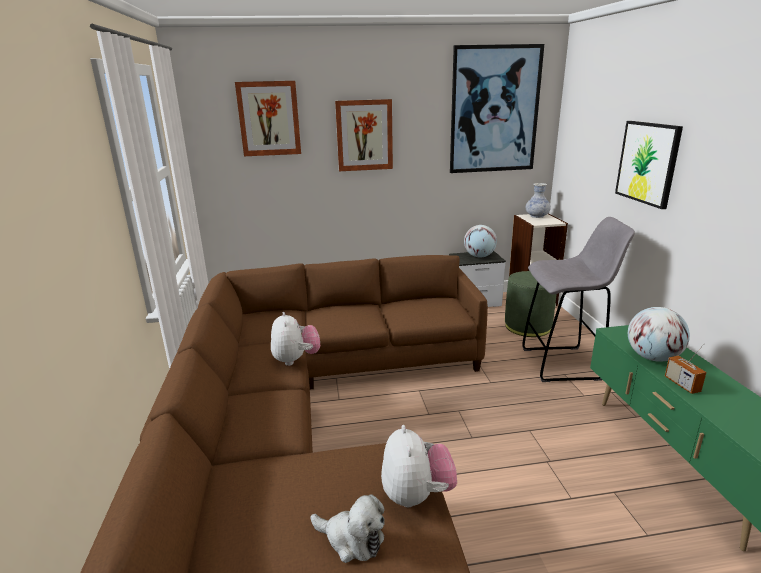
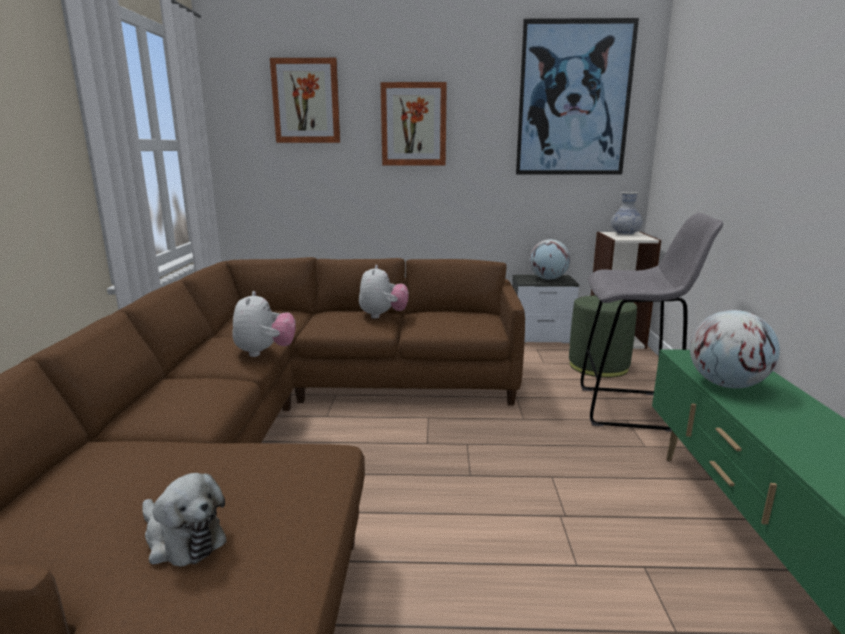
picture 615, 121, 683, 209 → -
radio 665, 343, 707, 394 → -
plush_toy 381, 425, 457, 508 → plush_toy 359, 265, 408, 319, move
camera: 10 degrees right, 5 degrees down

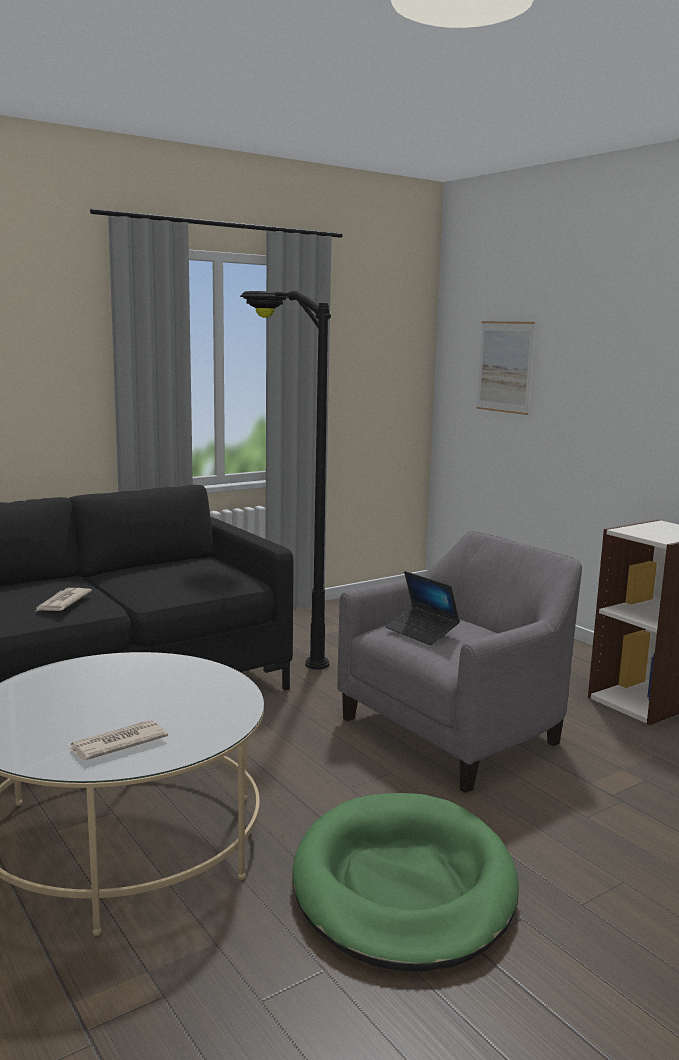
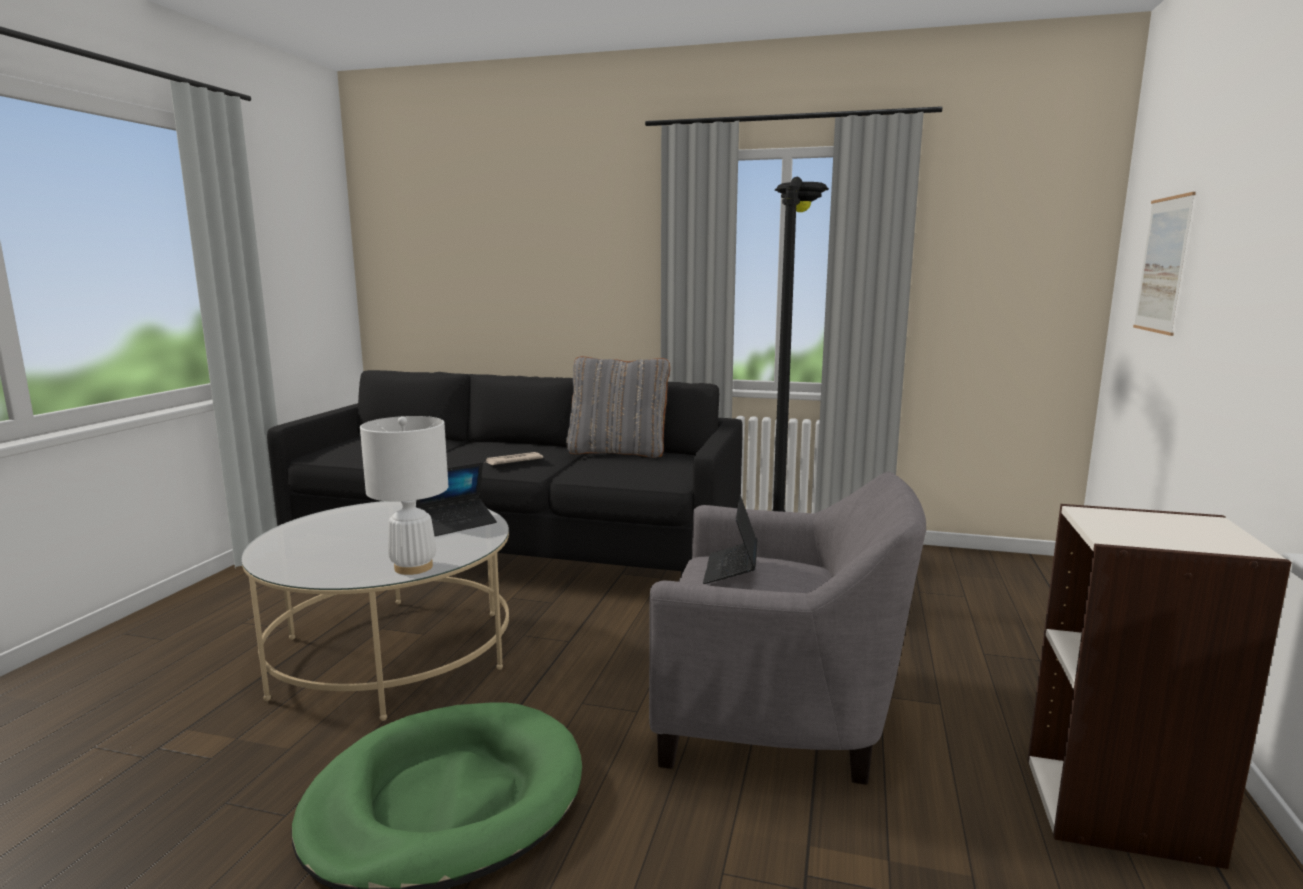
newspaper 69, 720, 168, 760 → -
- → grey_pillow 567, 356, 670, 458
- → white_table_lamp 360, 416, 448, 575
- → laptop 416, 462, 497, 536
camera: 50 degrees right, 0 degrees up

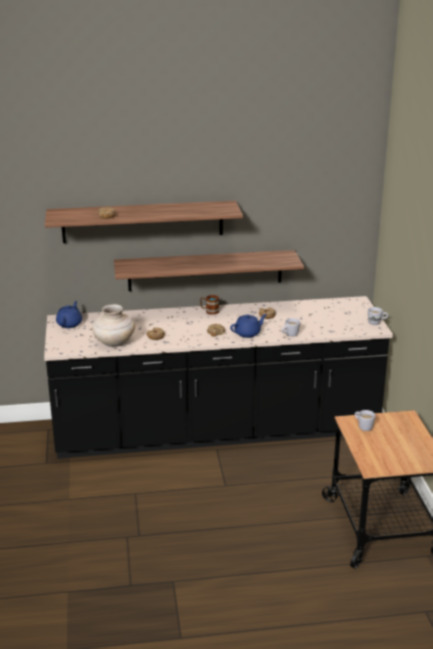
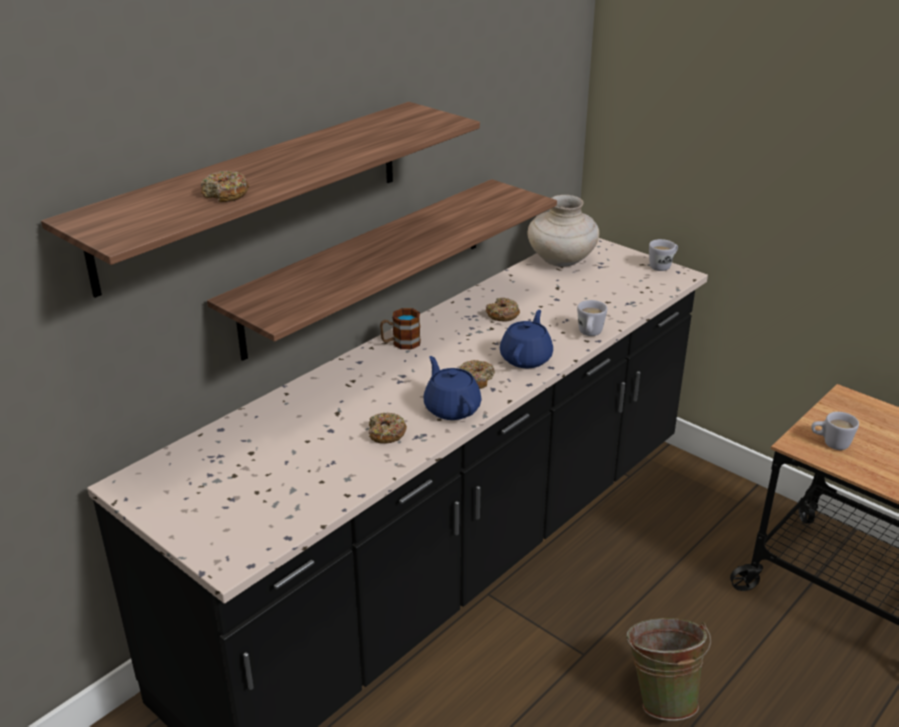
blue_teapot 56, 301, 82, 328 → blue_teapot 423, 356, 482, 420, move
beige_vase 92, 304, 135, 347 → beige_vase 527, 195, 599, 267, move
- → green_bucket 626, 618, 711, 721
camera: 40 degrees left, 5 degrees up

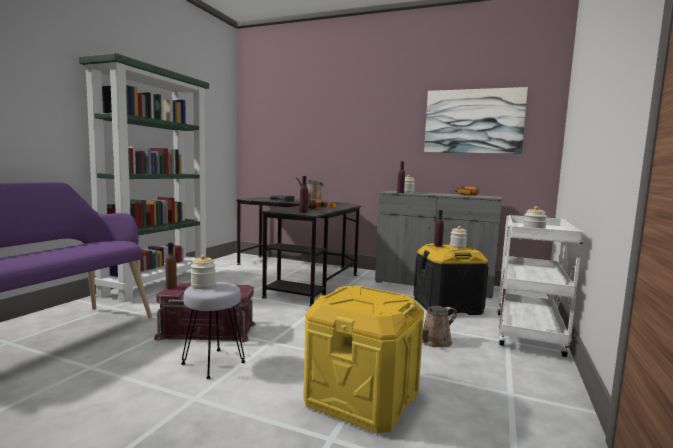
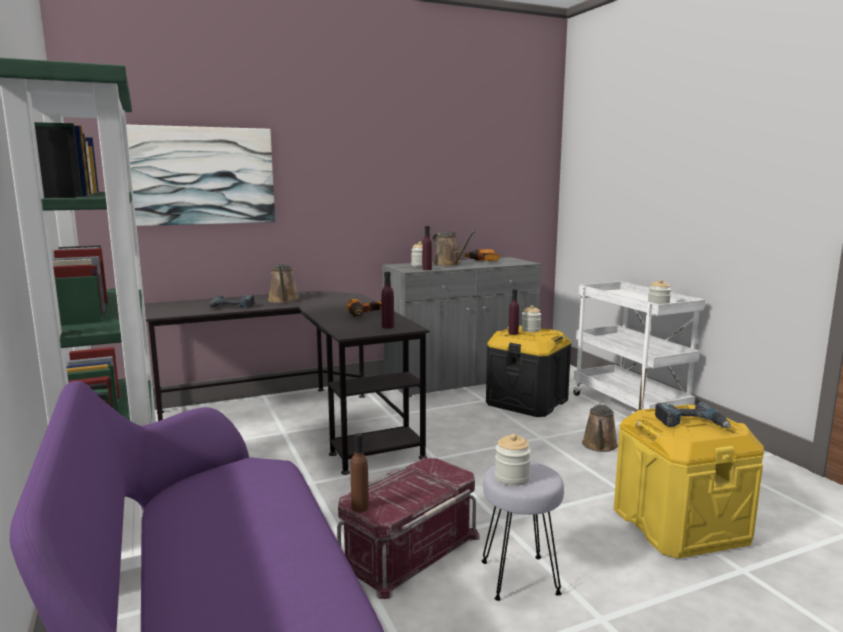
picture 424, 87, 528, 154 → picture 126, 125, 275, 226, move
- → brown_watering_can 432, 231, 476, 266
- → power_drill 655, 402, 731, 428
camera: 45 degrees left, 5 degrees up

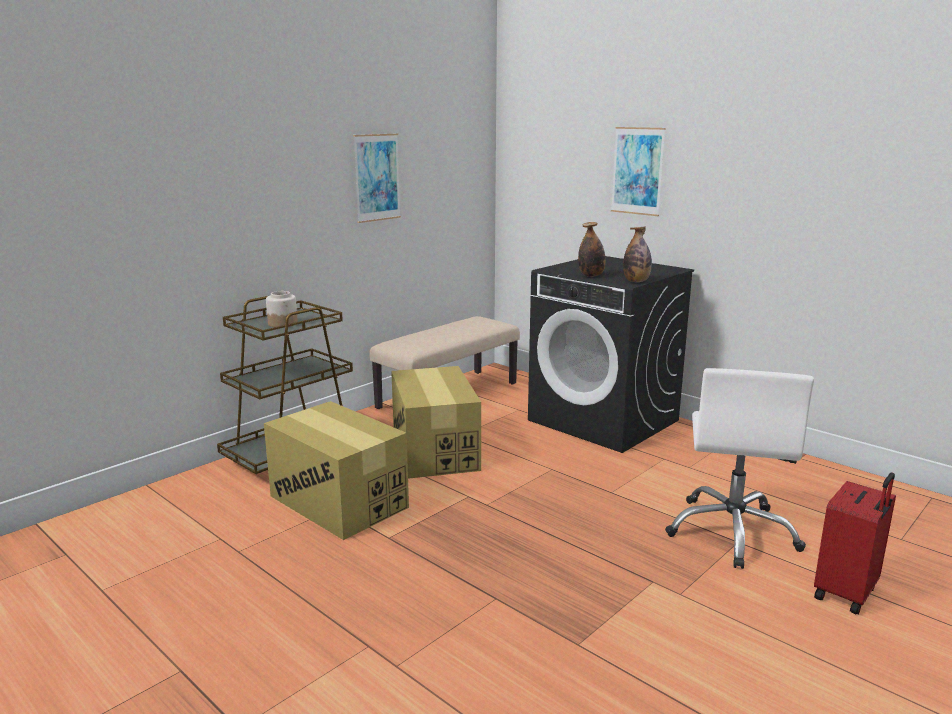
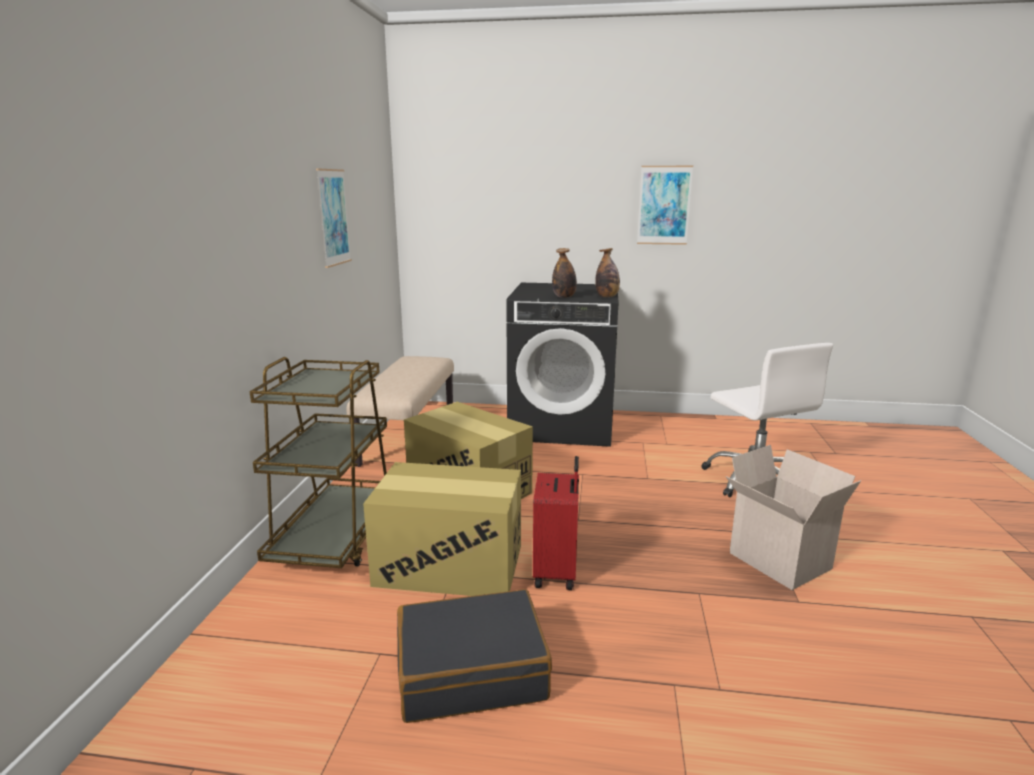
picture 611, 127, 666, 216 → picture 637, 166, 693, 245, move
jar 266, 291, 298, 327 → -
red_suitcase 814, 473, 896, 614 → red_suitcase 533, 456, 579, 590, move
- → cardboard_box 725, 445, 861, 590
- → black_suitcase 397, 589, 552, 723
camera: 35 degrees left, 0 degrees up

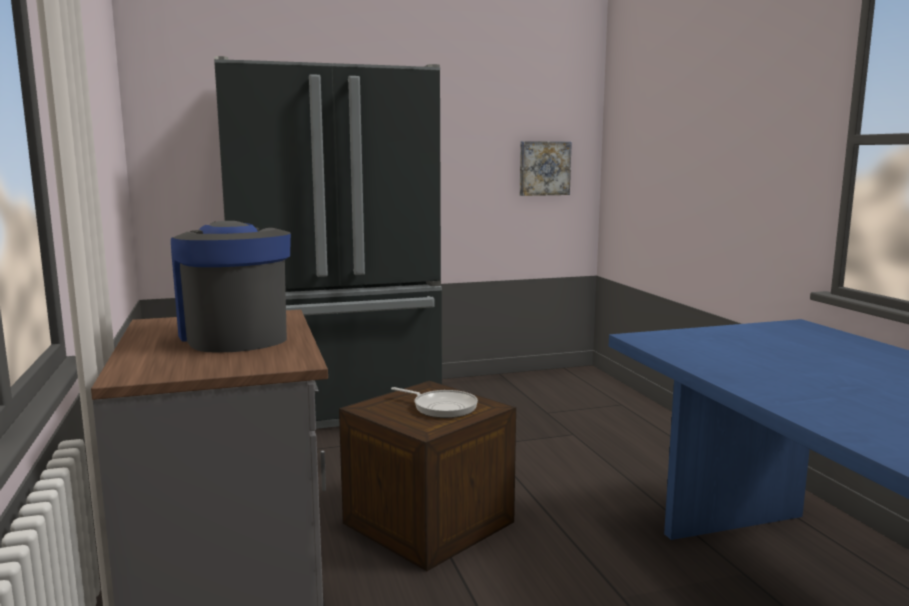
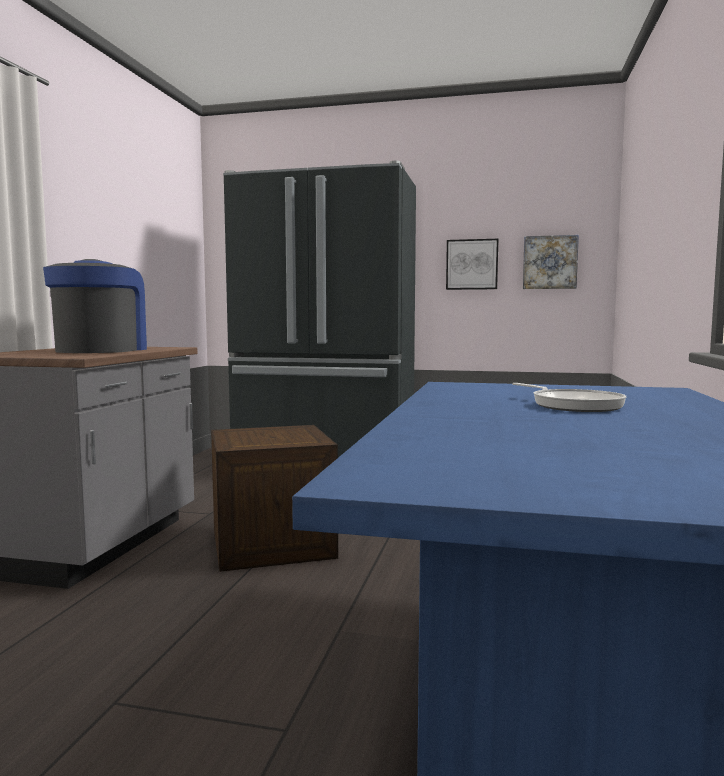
frying_pan 391, 387, 478, 418 → frying_pan 512, 383, 627, 412, move
- → picture 446, 239, 499, 290
camera: 30 degrees right, 5 degrees down

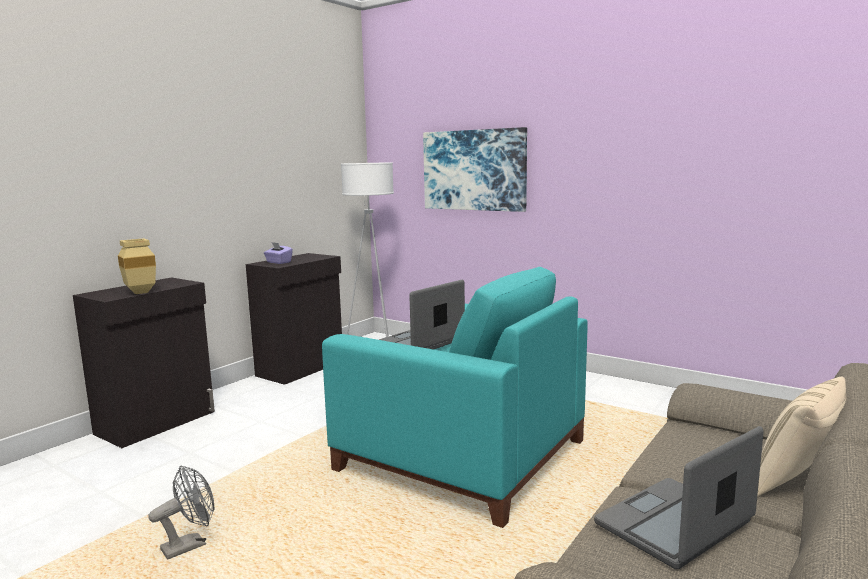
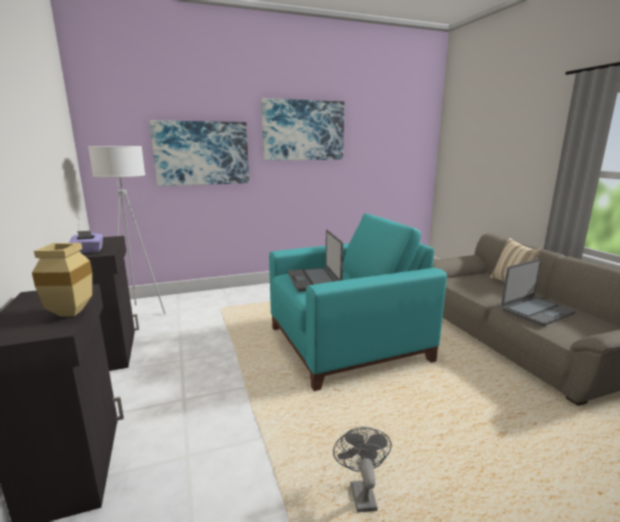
laptop 594, 426, 764, 570 → laptop 501, 259, 576, 326, 120 degrees counterclockwise
- → picture 261, 98, 345, 160
camera: 55 degrees left, 5 degrees up

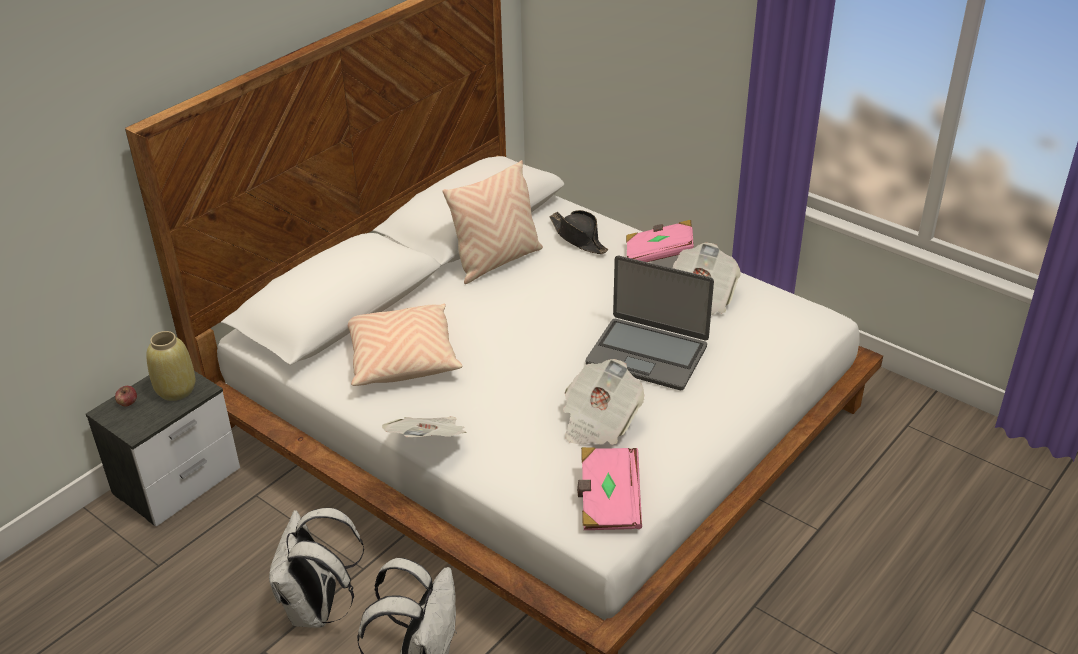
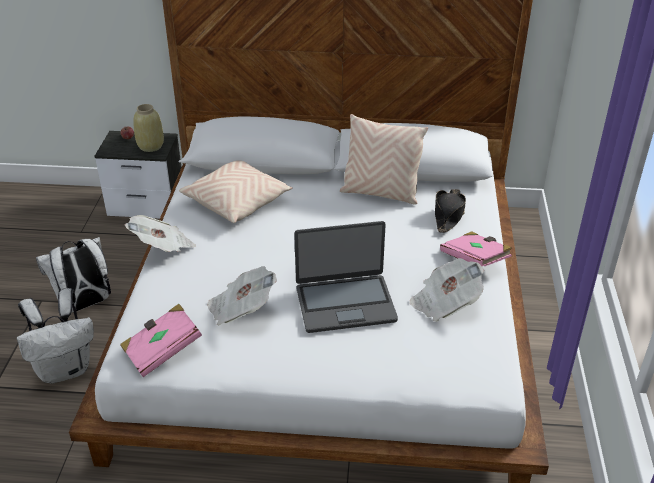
laptop 586, 255, 714, 390 → laptop 294, 221, 398, 333, 90 degrees counterclockwise
camera: 55 degrees right, 0 degrees up

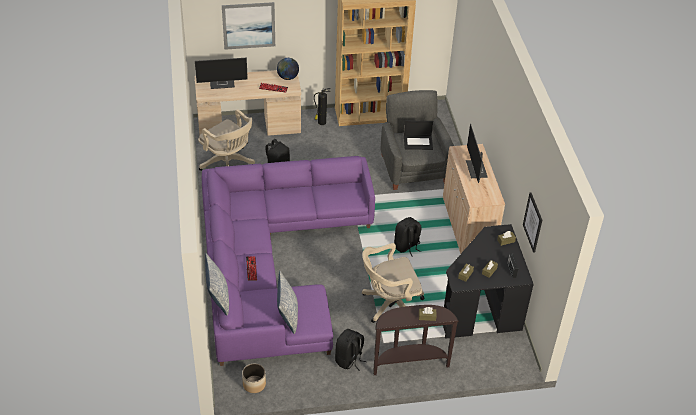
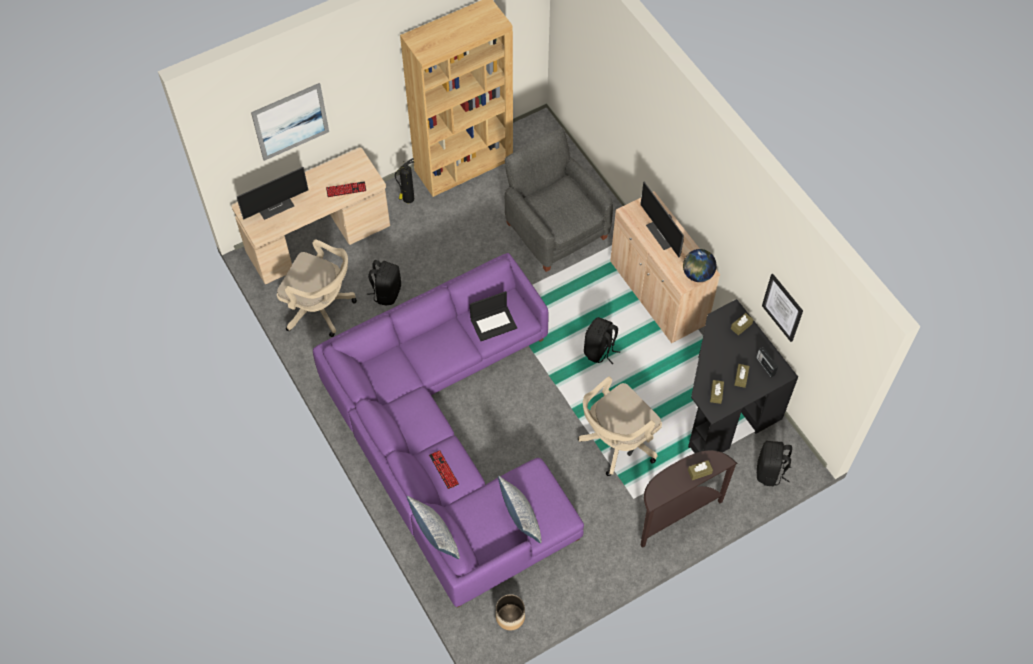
globe 277, 58, 299, 80 → globe 683, 249, 717, 282, move
laptop 404, 120, 433, 150 → laptop 470, 291, 517, 341, move
black_backpack 335, 329, 367, 371 → black_backpack 756, 441, 792, 486, move
camera: 20 degrees left, 15 degrees up

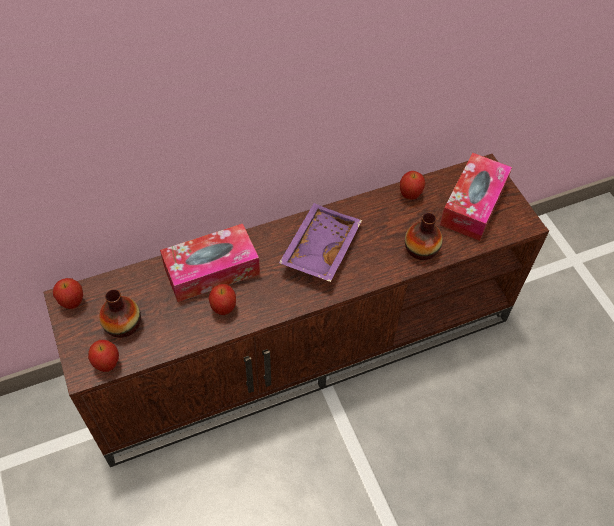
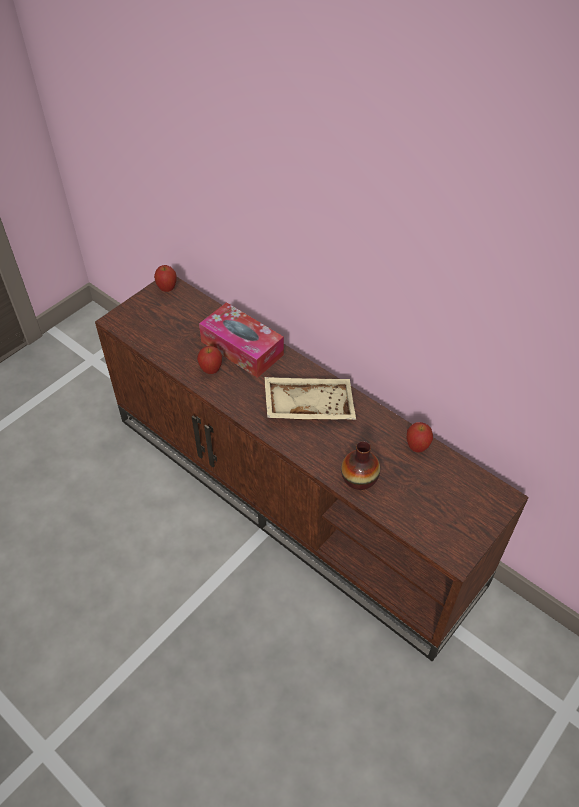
tissue_box 440, 153, 512, 241 → -
purple_tray 279, 203, 362, 282 → beige_tray 264, 377, 356, 420
vase 99, 289, 141, 338 → -
apple 88, 340, 119, 372 → -
camera: 65 degrees right, 5 degrees down

